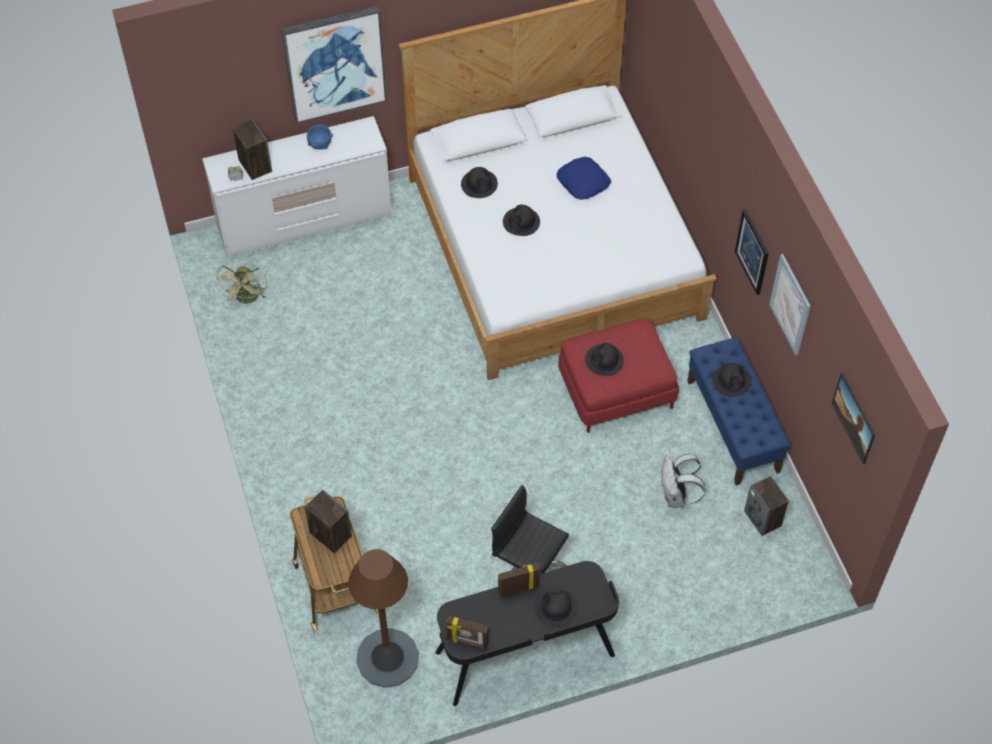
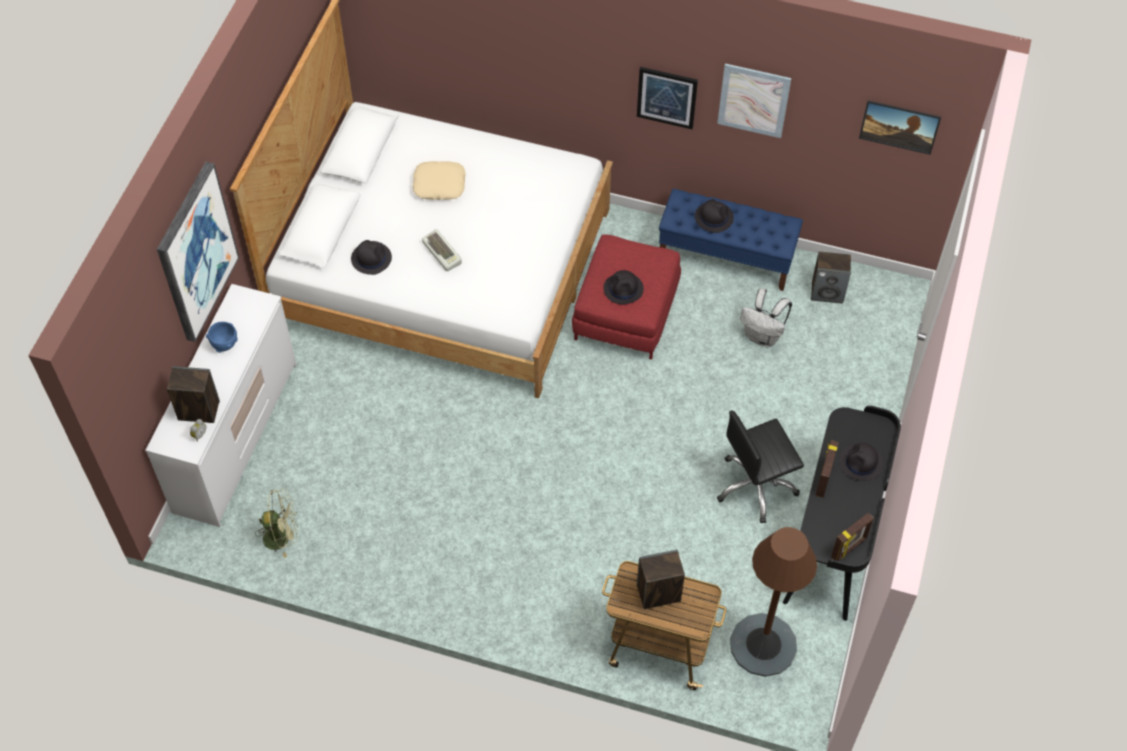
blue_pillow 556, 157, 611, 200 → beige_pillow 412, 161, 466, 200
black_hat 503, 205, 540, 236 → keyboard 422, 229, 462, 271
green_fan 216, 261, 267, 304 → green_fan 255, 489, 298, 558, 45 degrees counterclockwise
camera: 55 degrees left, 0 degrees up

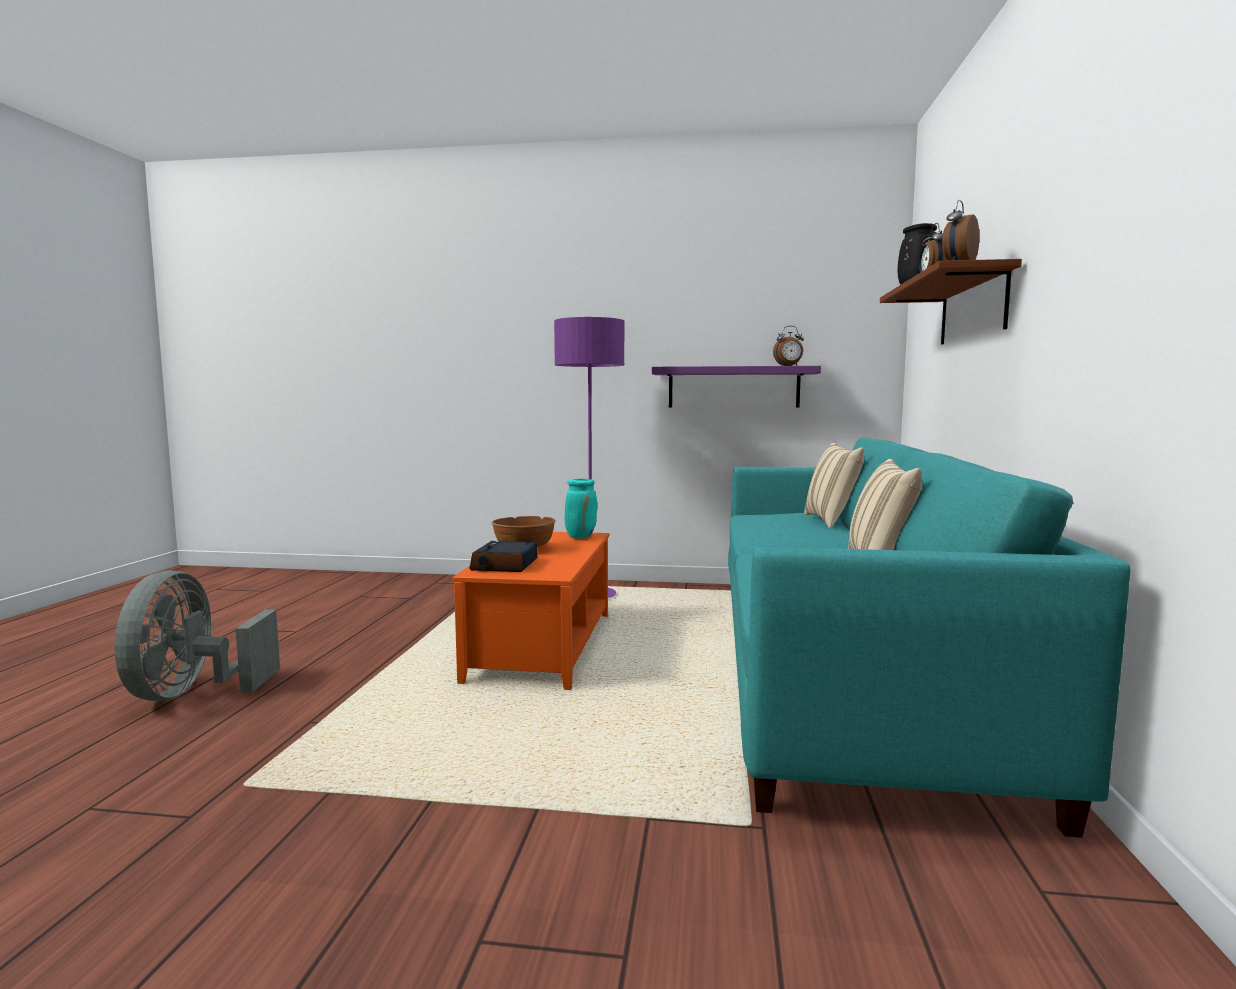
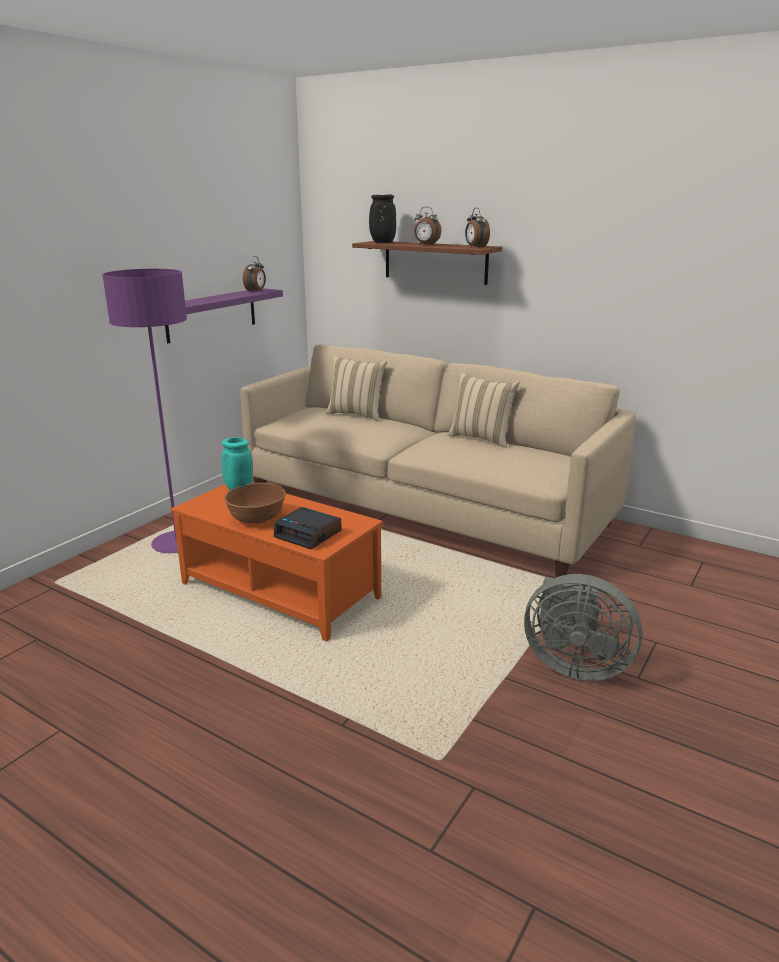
turquoise_sofa 728, 438, 1130, 838 → beige_sofa 240, 344, 636, 577
grey_fan 114, 571, 280, 701 → grey_fan 524, 574, 642, 681, move
camera: 65 degrees left, 15 degrees up

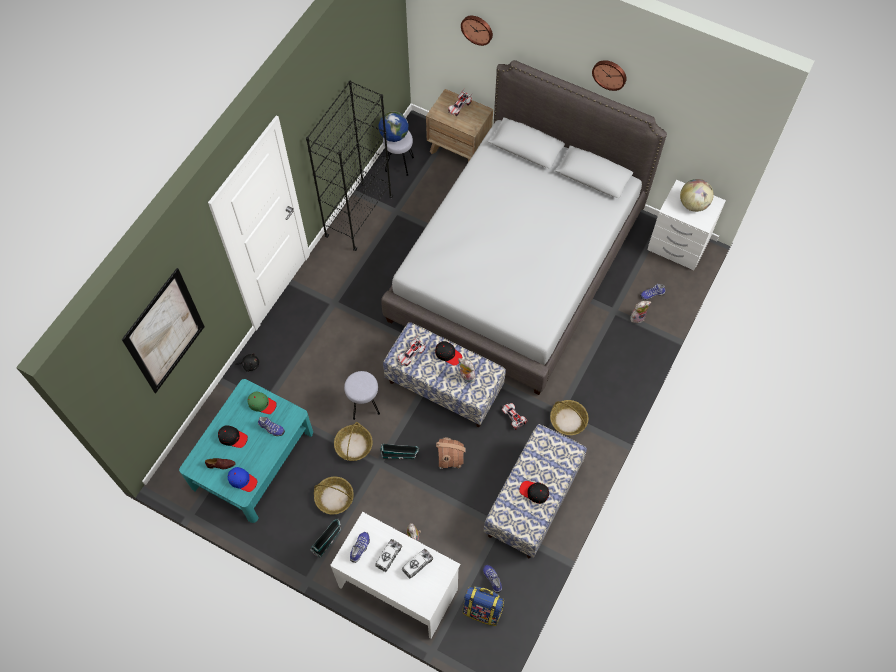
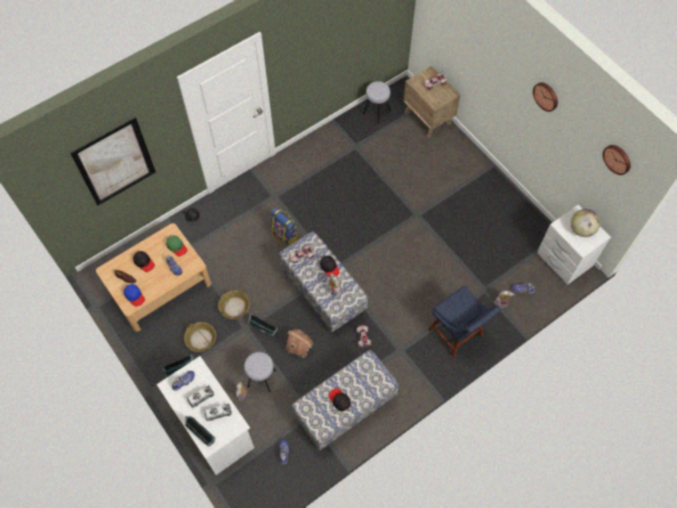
wall_clock 461, 16, 493, 46 → wall_clock 603, 145, 631, 175, move
grey_bed 381, 60, 667, 395 → -
black_bookcase 306, 81, 393, 251 → -
globe 379, 111, 409, 142 → -
grey_stool 344, 371, 380, 420 → grey_stool 244, 352, 276, 392, move
turquoise_coffee_table 179, 379, 313, 523 → beige_coffee_table 96, 223, 211, 332
basket 550, 400, 588, 435 → -
backpack 463, 586, 504, 626 → backpack 271, 208, 299, 247, move
- → blue_chair 428, 286, 501, 358
- → toy_house 185, 416, 216, 447
camera: 25 degrees right, 0 degrees up

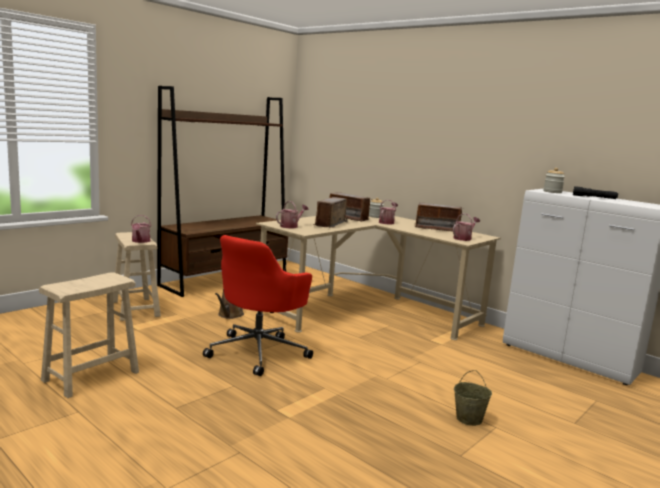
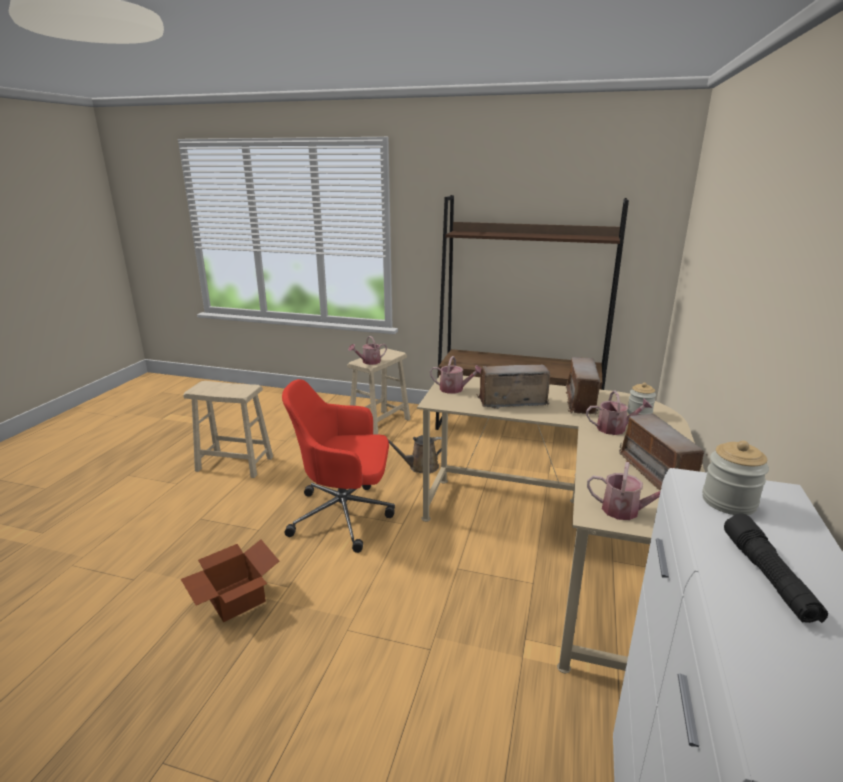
beige_bucket 454, 370, 492, 426 → -
- → cardboard_box 181, 540, 279, 622
camera: 65 degrees right, 10 degrees up

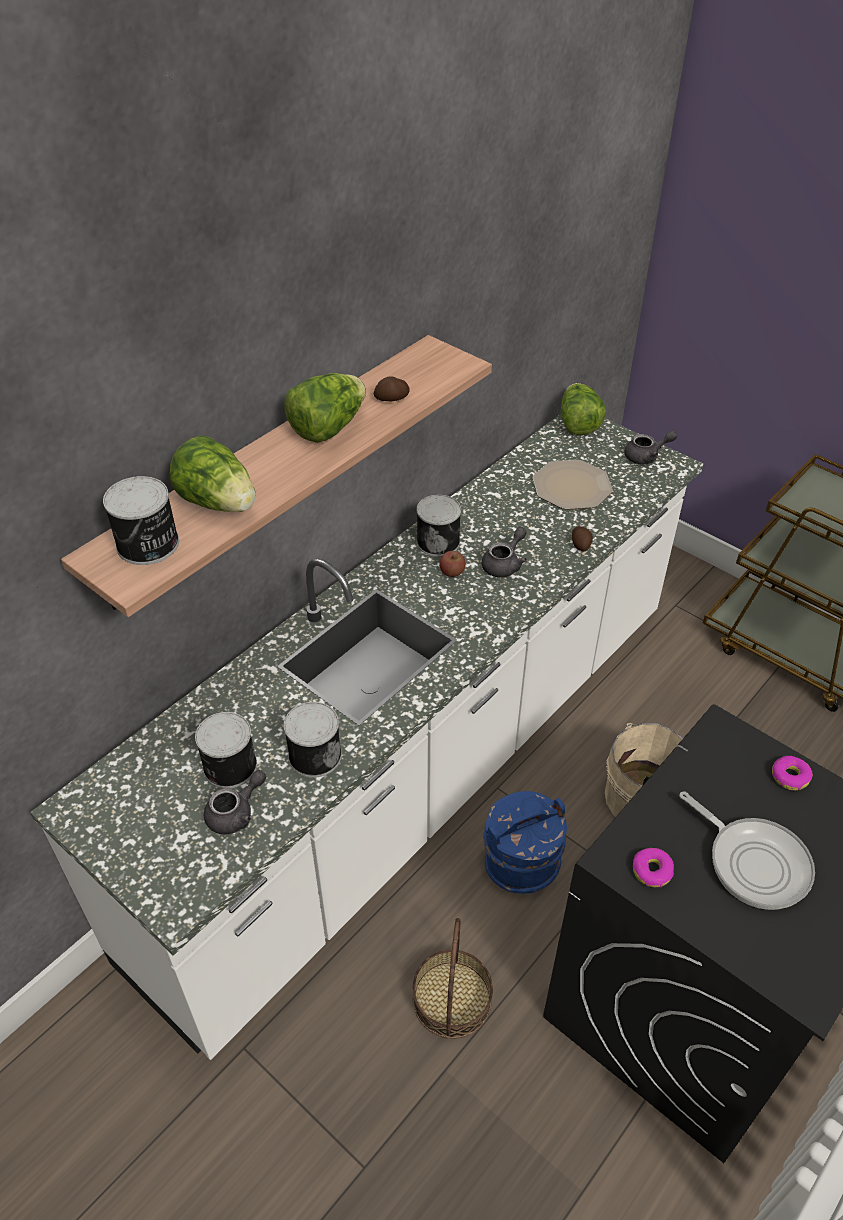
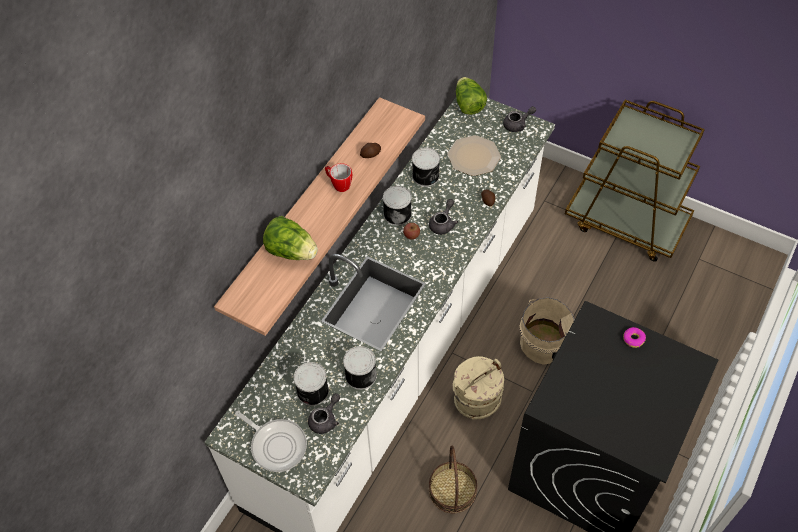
lettuce 284, 373, 366, 443 → mug 325, 163, 352, 192
can 103, 476, 179, 565 → can 412, 147, 440, 187, move
blue_bucket 483, 791, 567, 894 → beige_bucket 453, 356, 504, 419
frying_pan 679, 791, 815, 910 → frying_pan 235, 411, 307, 472, move
donut 633, 848, 674, 887 → -
camera: 10 degrees left, 10 degrees up

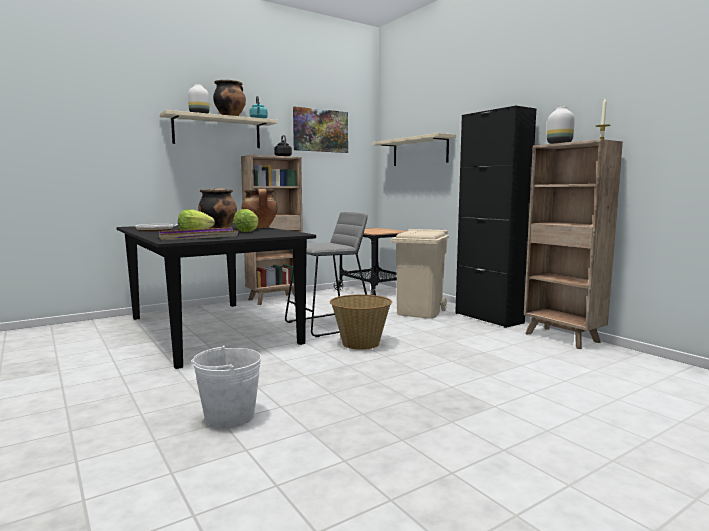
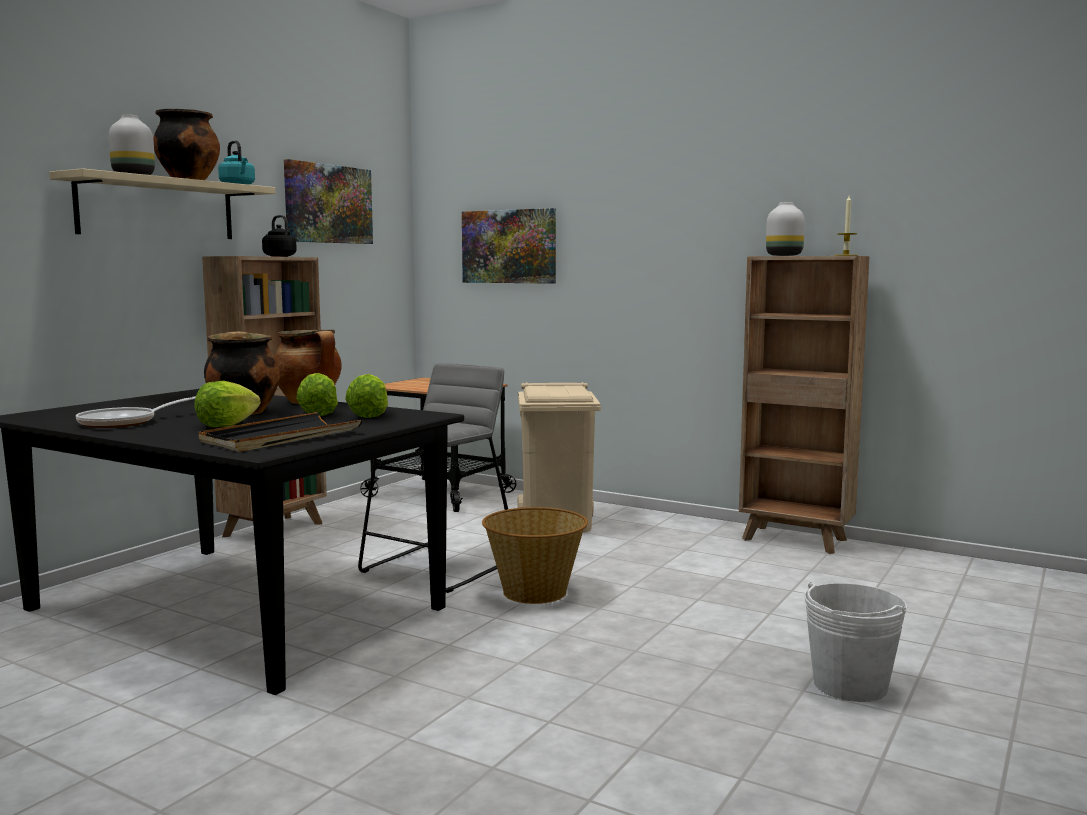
black_cabinet 455, 106, 536, 328 → -
beige_shelf 373, 133, 456, 166 → picture 462, 208, 556, 284
purple_tray 159, 227, 239, 240 → black_tray 199, 412, 362, 452
white_bucket 191, 345, 262, 428 → white_bucket 804, 582, 908, 702, move
- → lettuce 345, 374, 388, 418
camera: 25 degrees left, 0 degrees up

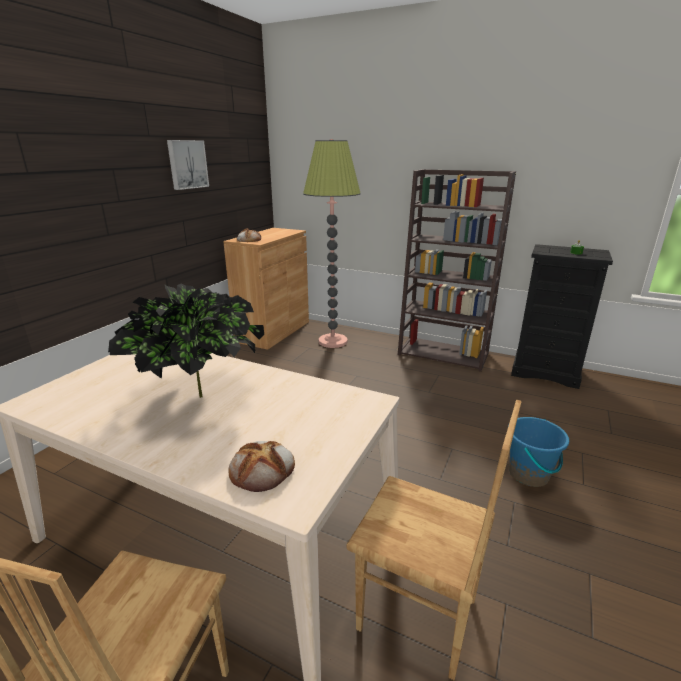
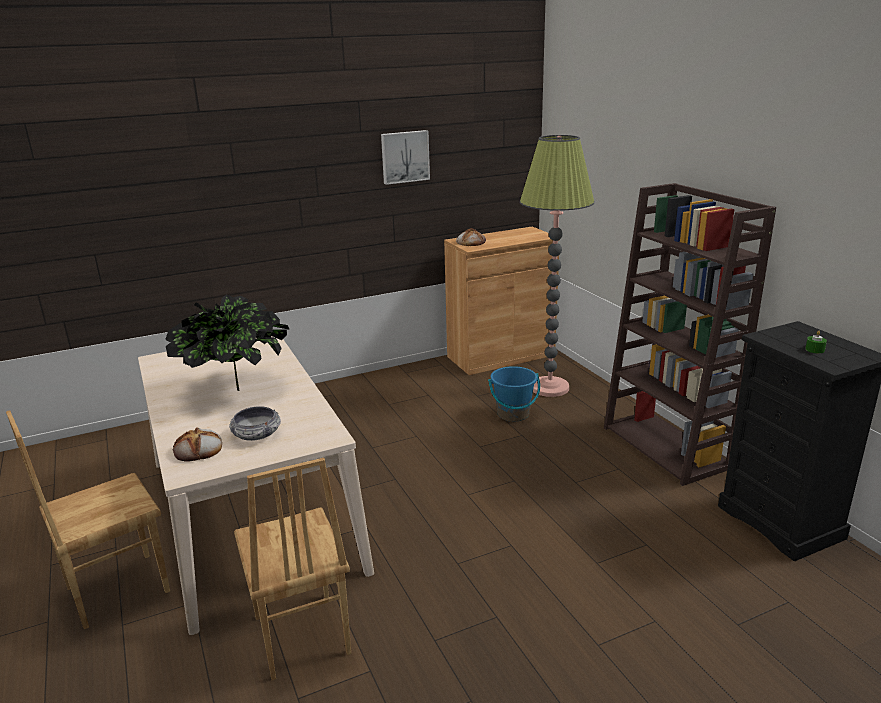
blue_bucket 508, 417, 569, 487 → blue_bucket 488, 366, 540, 422, move
- → bowl 229, 406, 281, 441
camera: 40 degrees right, 0 degrees up

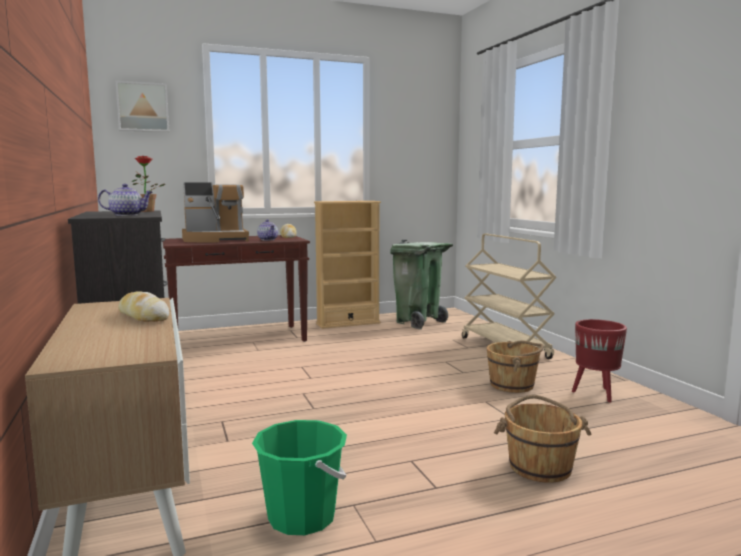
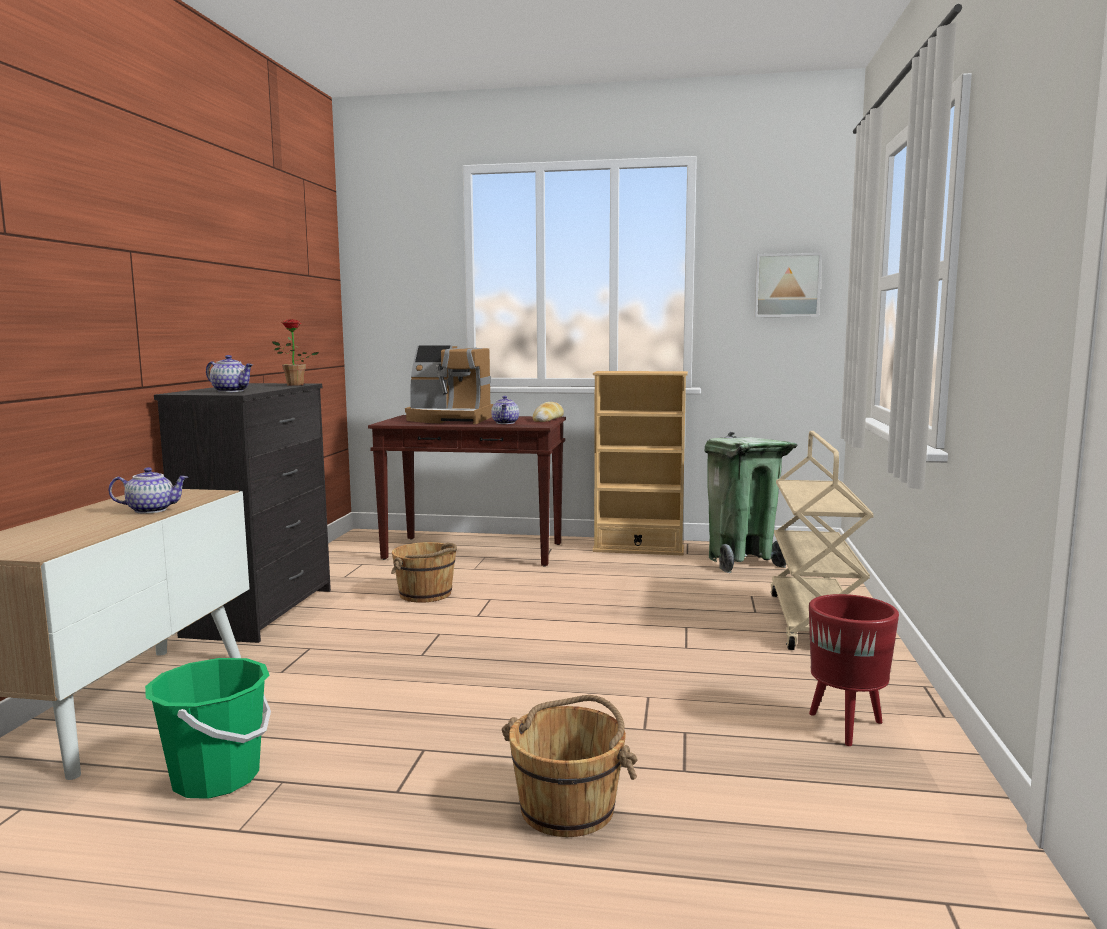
picture 116, 81, 169, 132 → picture 754, 253, 822, 317, move
bread 118, 291, 169, 322 → teapot 108, 467, 188, 514
brown_bucket 487, 340, 544, 393 → brown_bucket 391, 542, 457, 603, move
camera: 30 degrees right, 0 degrees up

